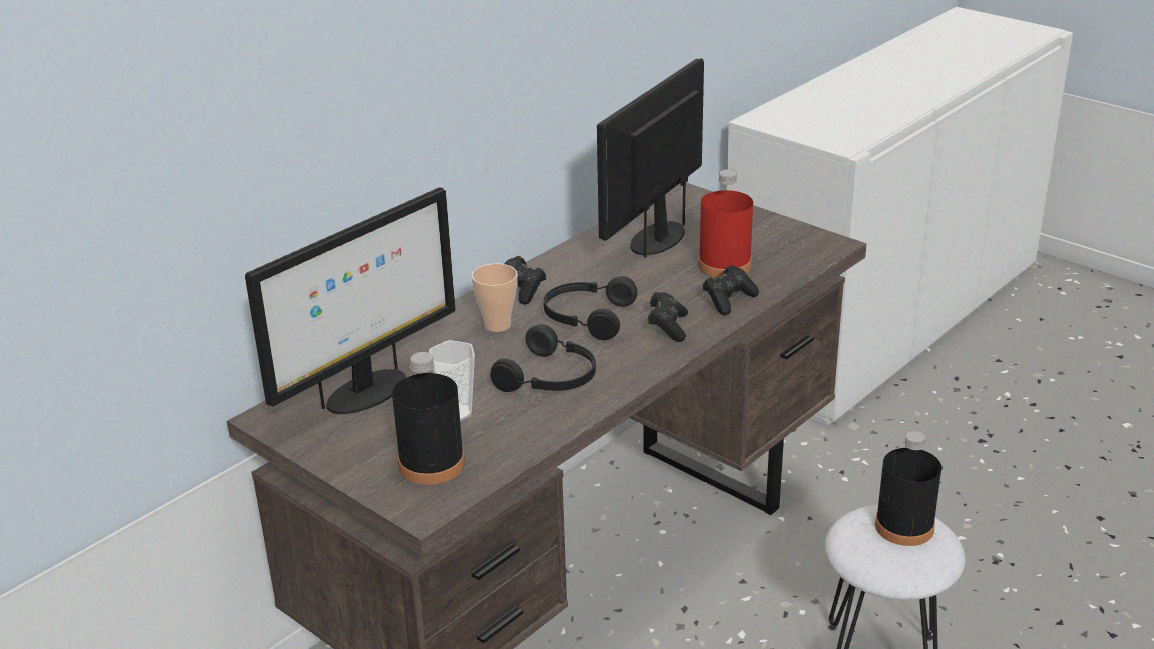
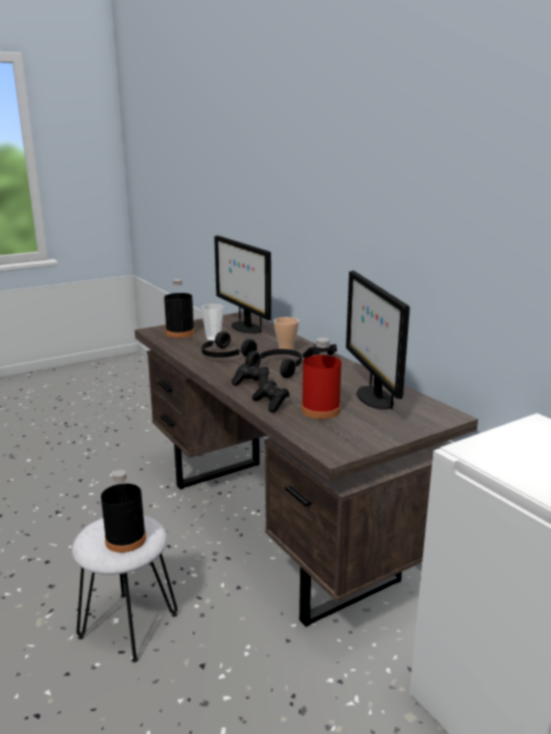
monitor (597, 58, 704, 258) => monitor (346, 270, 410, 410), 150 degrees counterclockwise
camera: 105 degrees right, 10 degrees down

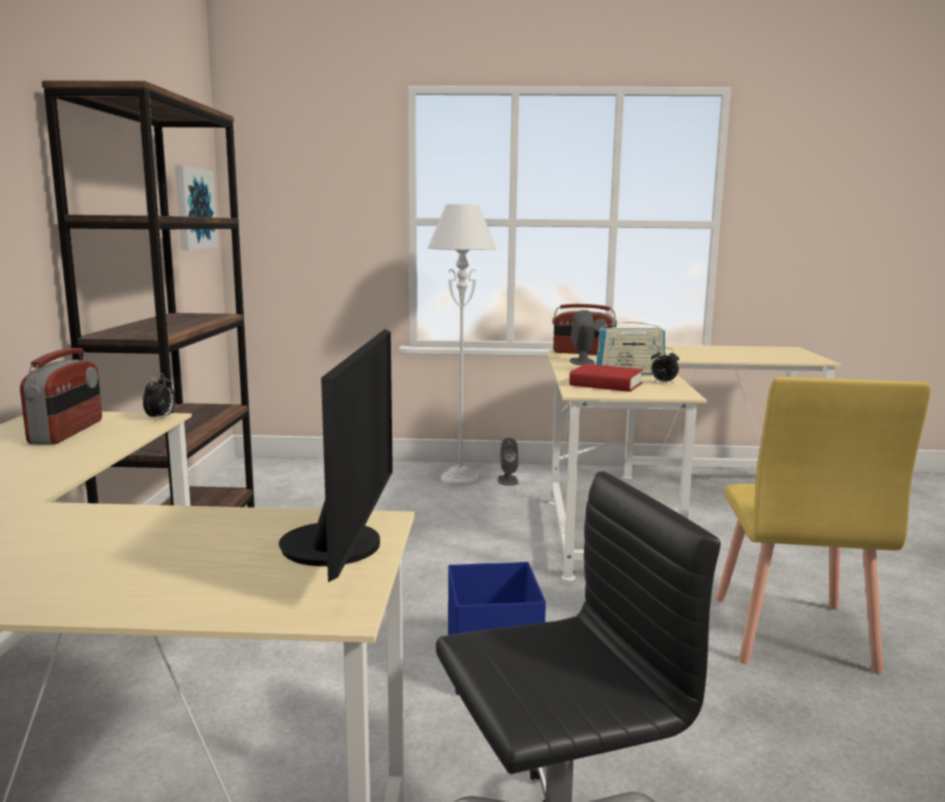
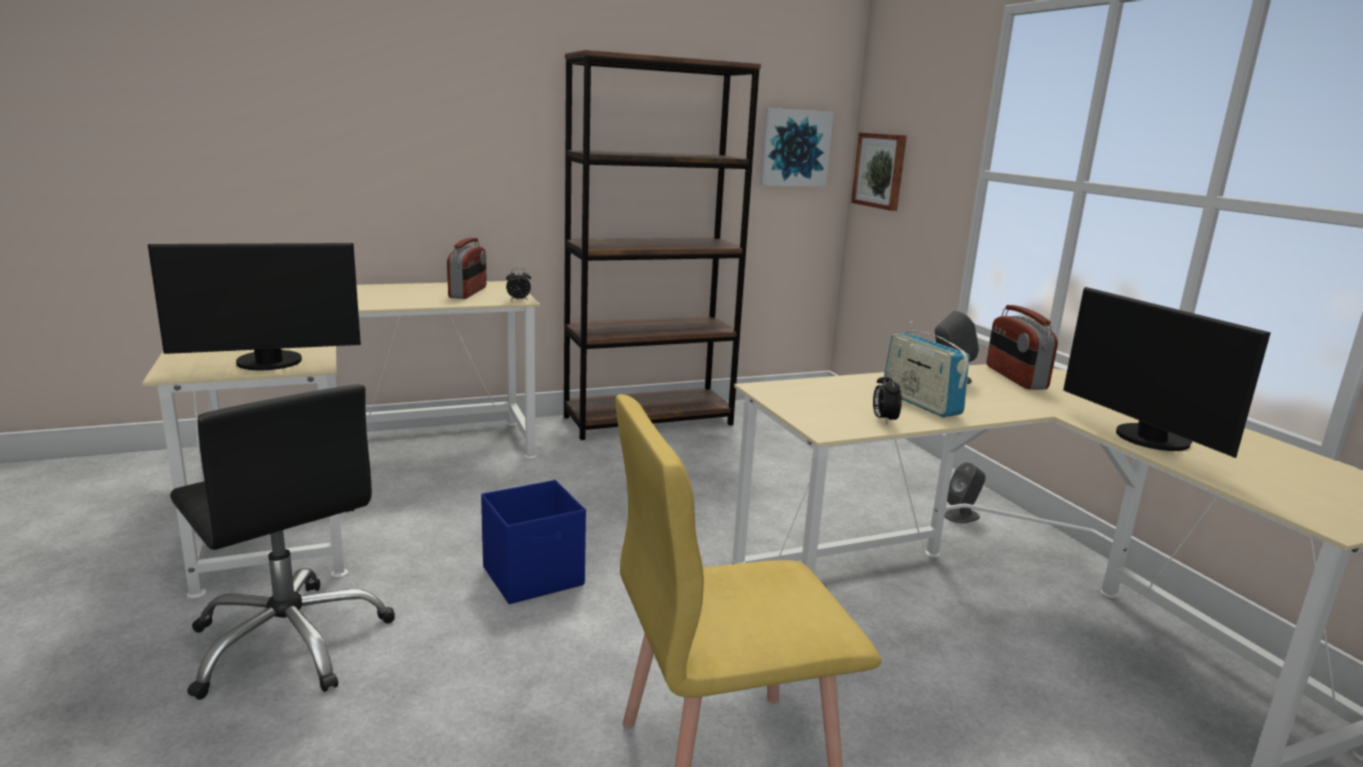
grey_floor_lamp (428, 204, 497, 486) => nothing
radio (20, 348, 102, 444) => radio (447, 238, 487, 299), 60 degrees counterclockwise
red_book (569, 364, 643, 392) => nothing
nothing => picture (851, 132, 907, 211)
nothing => monitor (1063, 287, 1271, 458)
camera: 65 degrees right, 5 degrees up

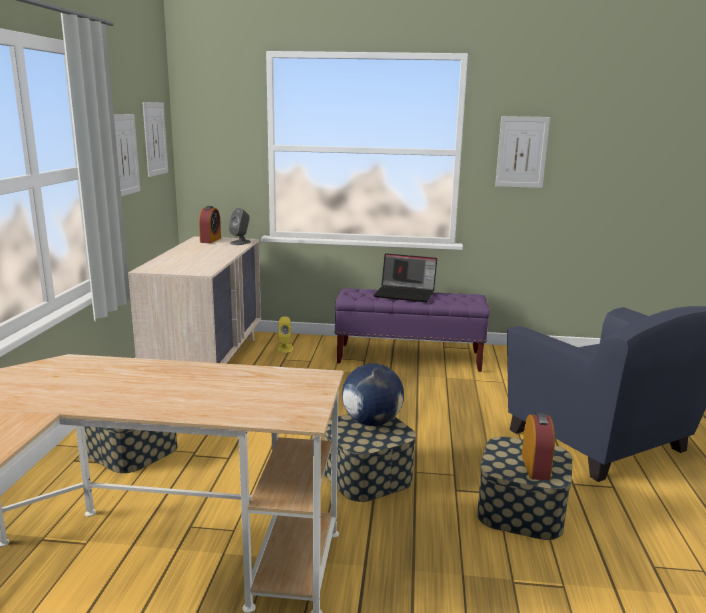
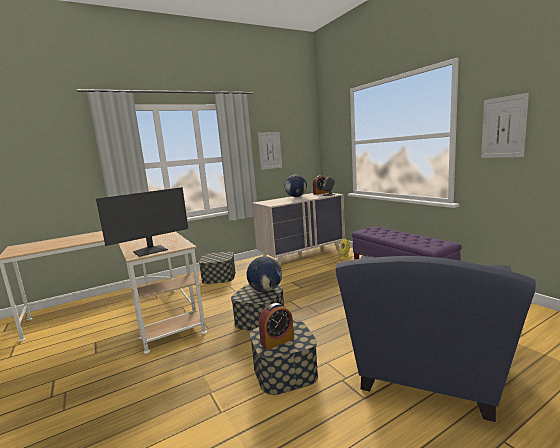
picture (142, 102, 168, 177) => nothing
laptop (373, 253, 437, 302) => nothing
nothing => globe (284, 175, 307, 197)
nothing => monitor (96, 187, 188, 257)
camera: 55 degrees right, 5 degrees down

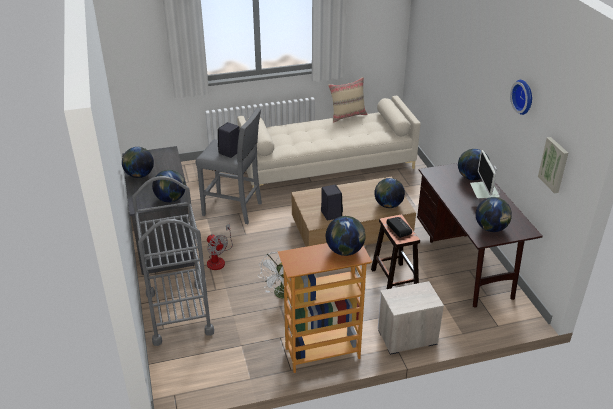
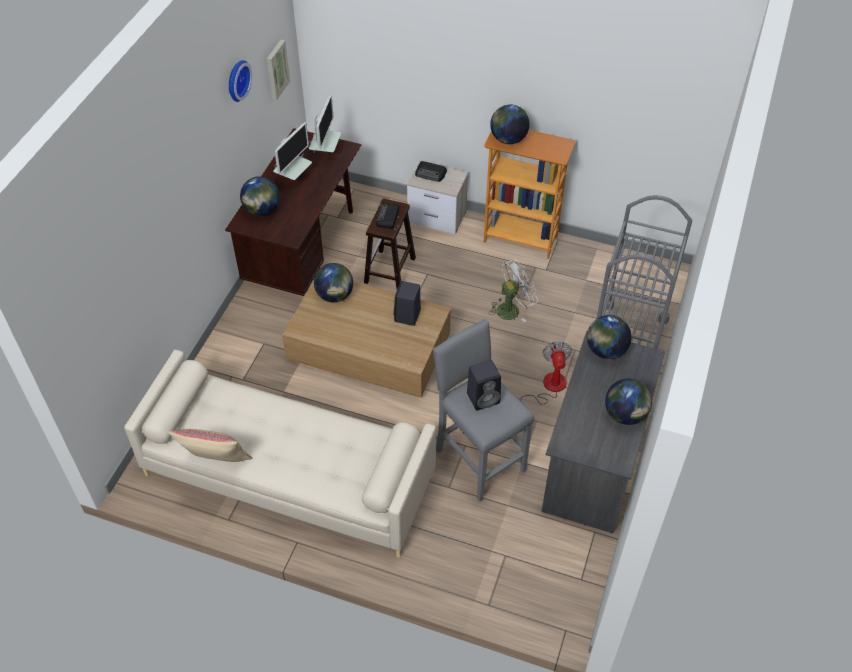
globe (476, 197, 512, 232) => monitor (308, 95, 341, 152)
nothing => radio (415, 161, 447, 182)
camera: 145 degrees left, 15 degrees up

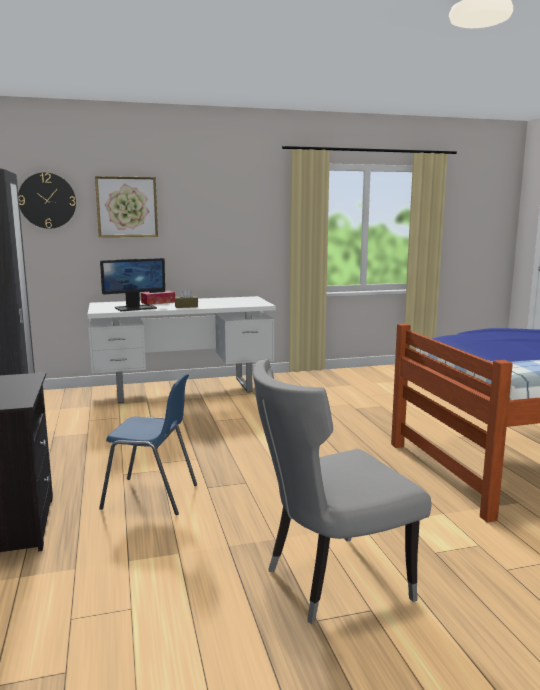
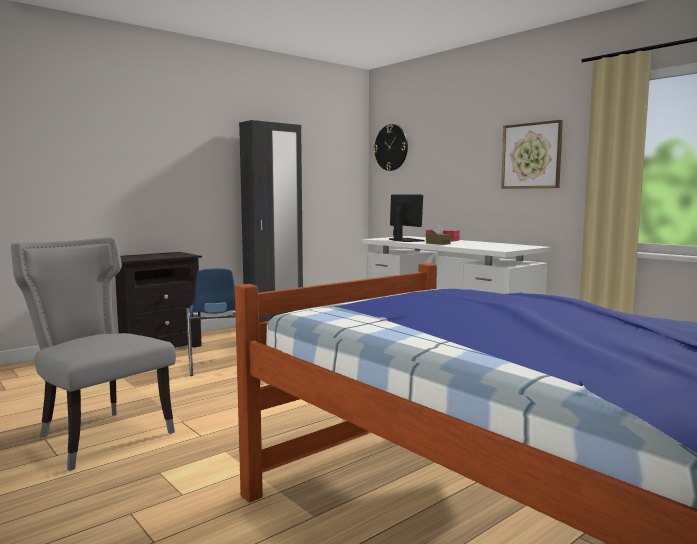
picture (95, 176, 158, 237) => picture (501, 120, 563, 189), relocated
monitor (100, 258, 165, 311) => monitor (389, 194, 424, 242), 150 degrees counterclockwise
camera: 65 degrees right, 5 degrees down

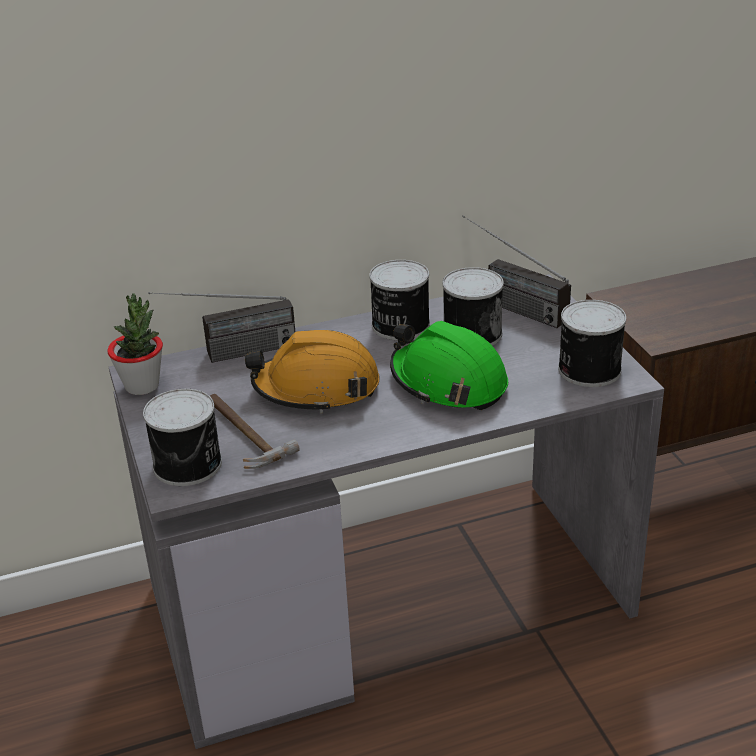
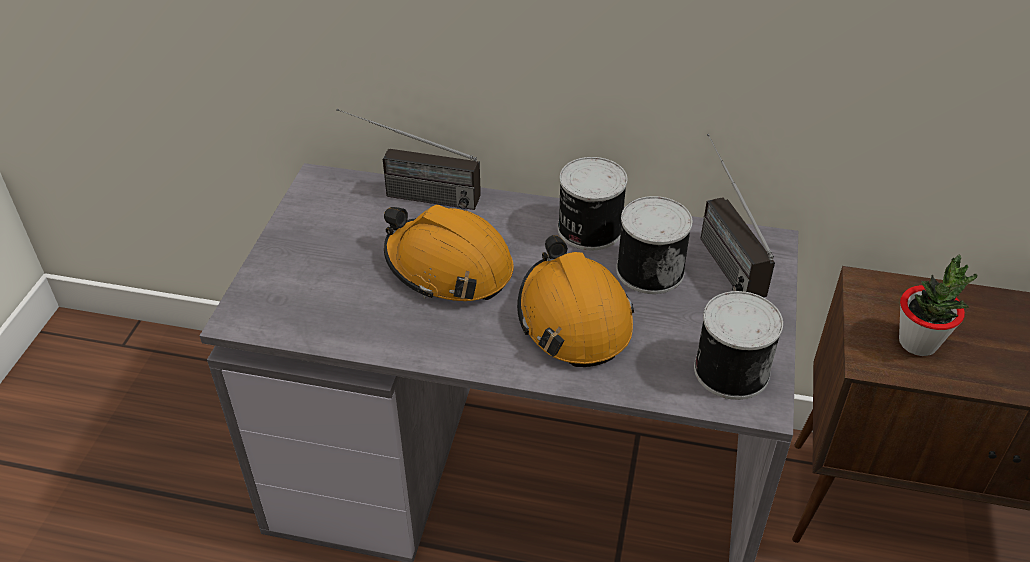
potted_plant (108, 293, 163, 395) => potted_plant (899, 255, 978, 356), relocated
green_hard_hat (390, 321, 508, 410) => orange_hard_hat (517, 235, 634, 367)
can (143, 389, 222, 486) => nothing
hammer (210, 394, 299, 469) => nothing
camera: 30 degrees right, 10 degrees up

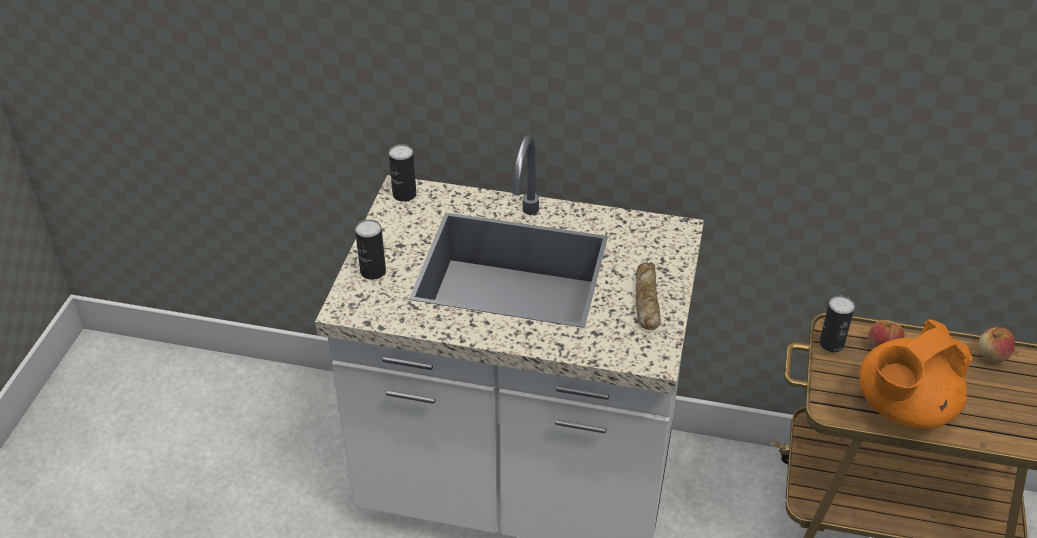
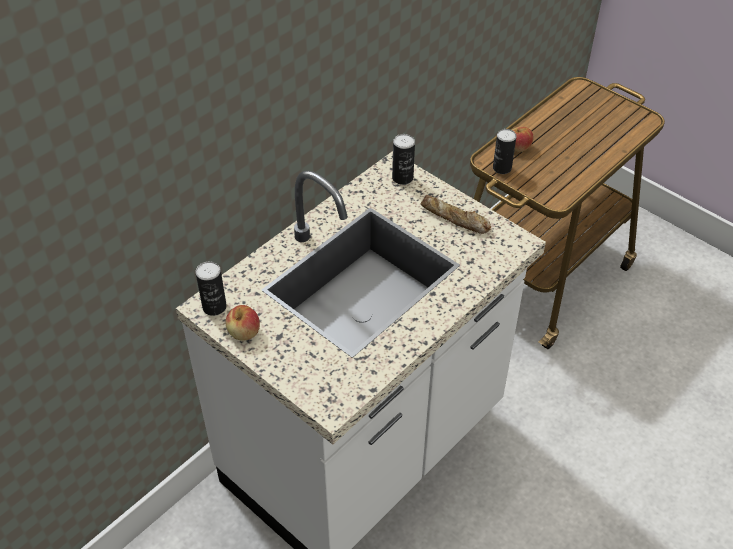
can (355, 219, 386, 280) => can (392, 134, 415, 185), relocated
orange_teapot (859, 319, 972, 429) => nothing
apple (979, 327, 1015, 363) => apple (225, 305, 260, 341), relocated
camera: 60 degrees left, 5 degrees up

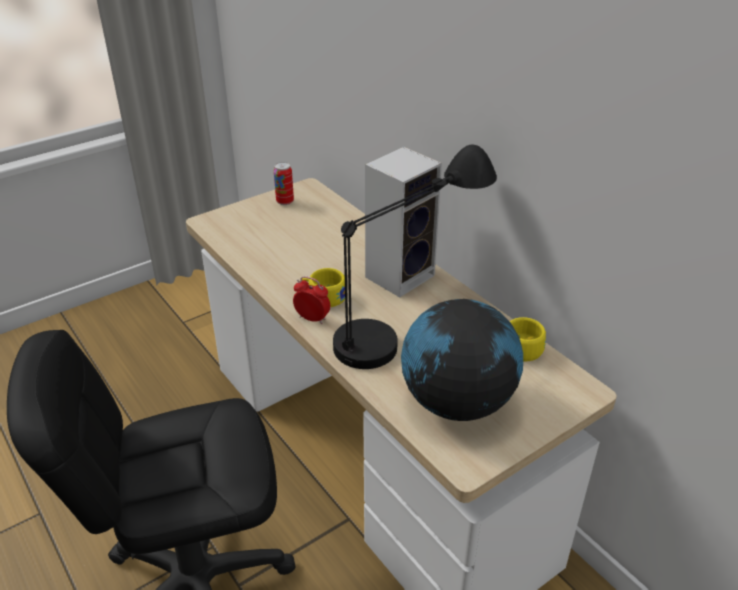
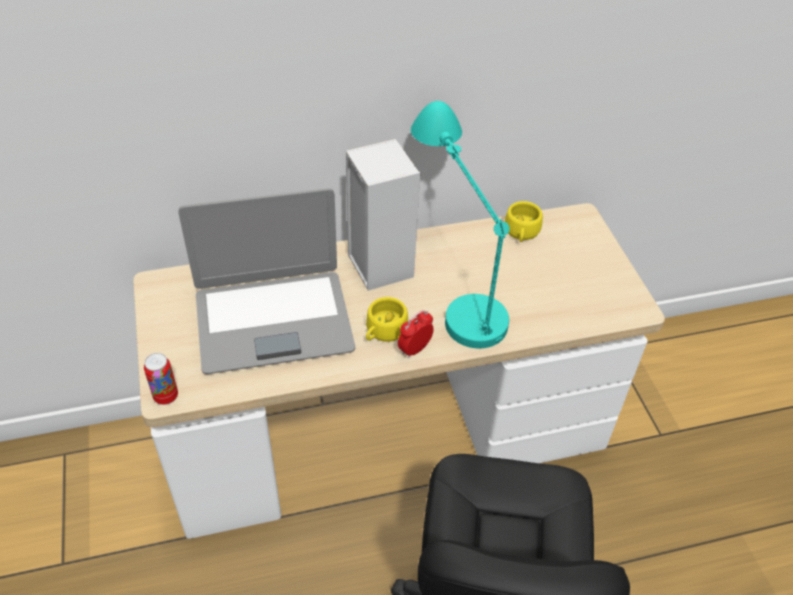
black_table_lamp (333, 144, 497, 369) => turquoise_table_lamp (411, 101, 510, 348)
can (274, 162, 294, 205) => can (144, 353, 178, 405), relocated
globe (401, 299, 523, 421) => nothing
nothing => laptop (178, 188, 355, 374)
camera: 70 degrees left, 10 degrees up

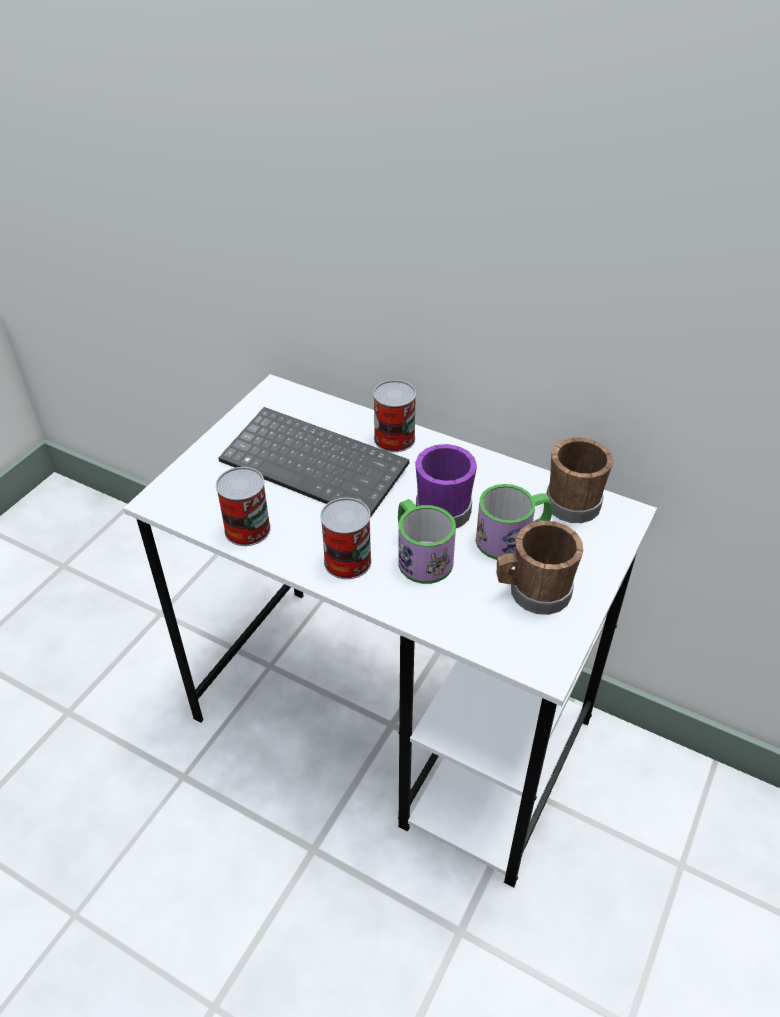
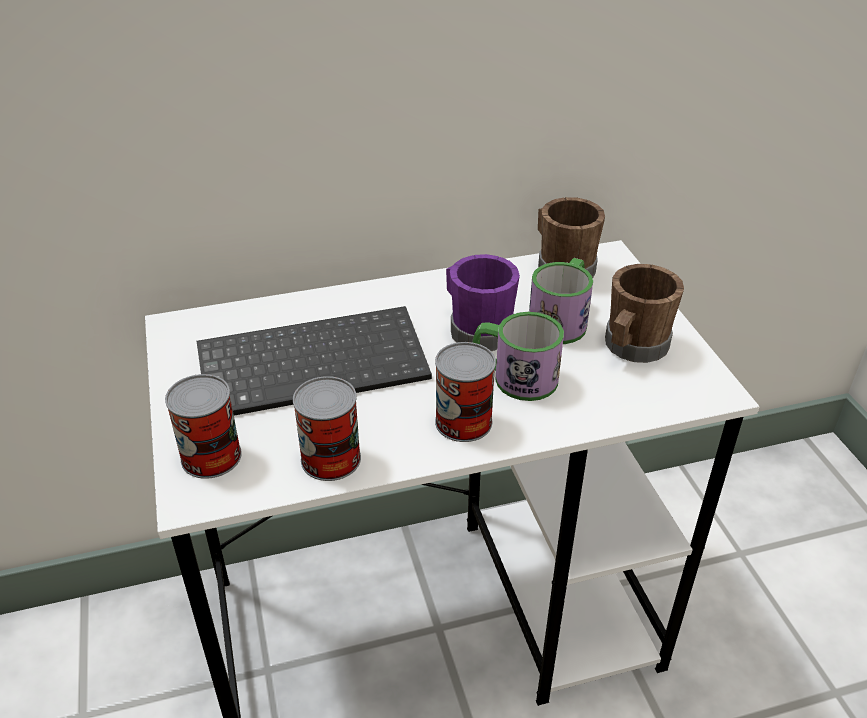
can (373, 380, 416, 452) => can (165, 374, 242, 479), relocated
camera: 45 degrees left, 5 degrees down

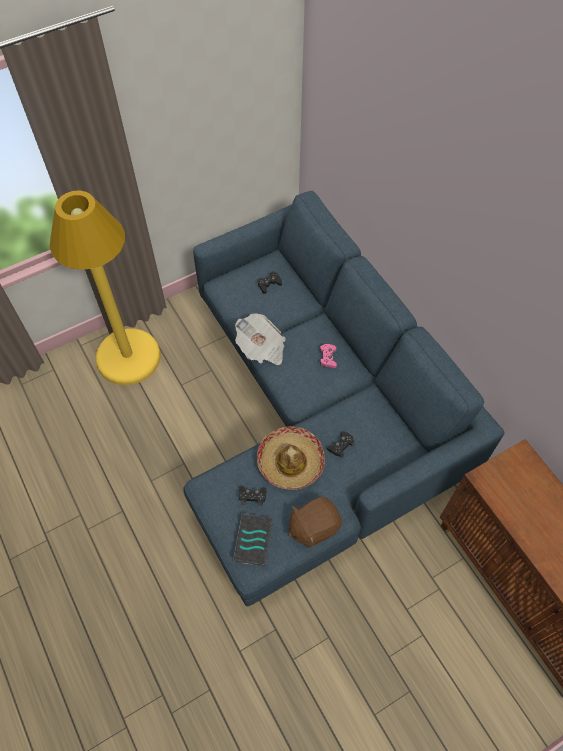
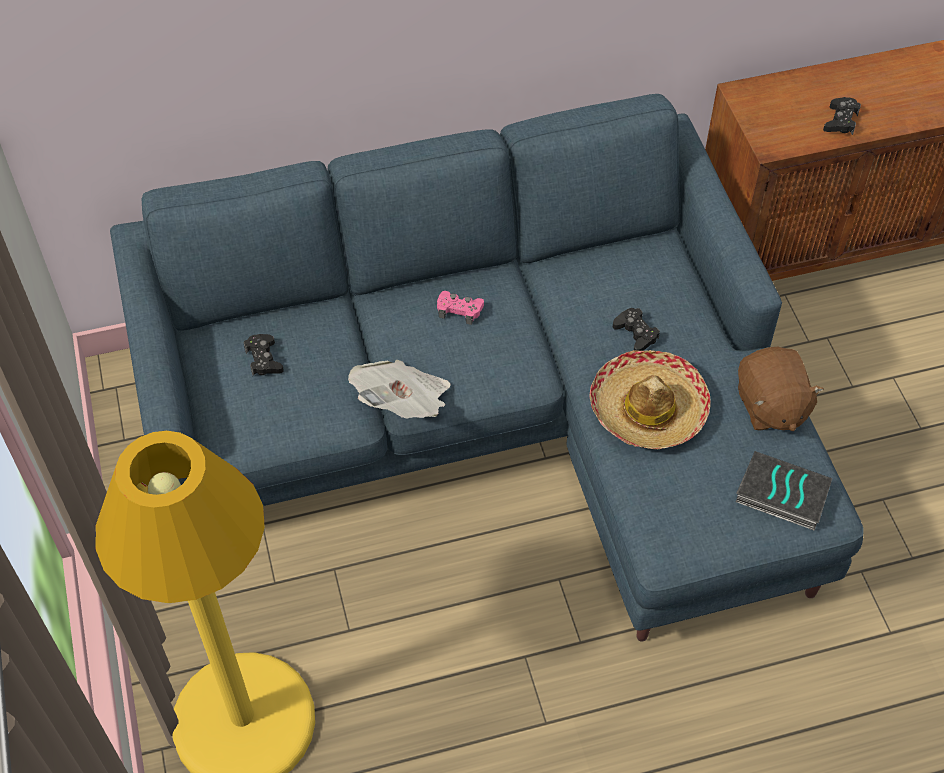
black_game_controller (239, 486, 267, 506) => black_game_controller (823, 97, 861, 135), relocated
camera: 75 degrees left, 5 degrees down

